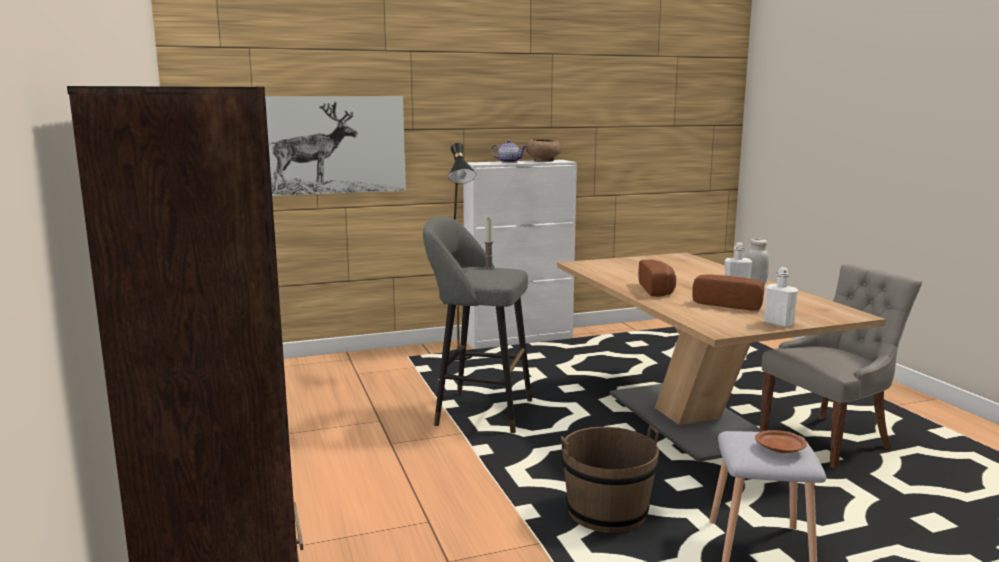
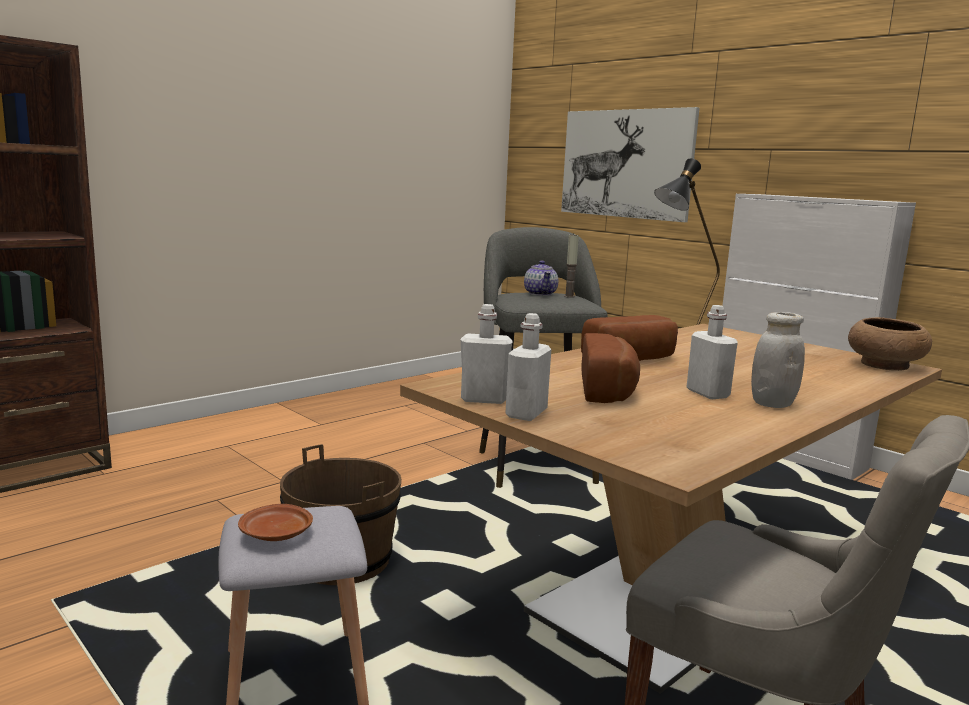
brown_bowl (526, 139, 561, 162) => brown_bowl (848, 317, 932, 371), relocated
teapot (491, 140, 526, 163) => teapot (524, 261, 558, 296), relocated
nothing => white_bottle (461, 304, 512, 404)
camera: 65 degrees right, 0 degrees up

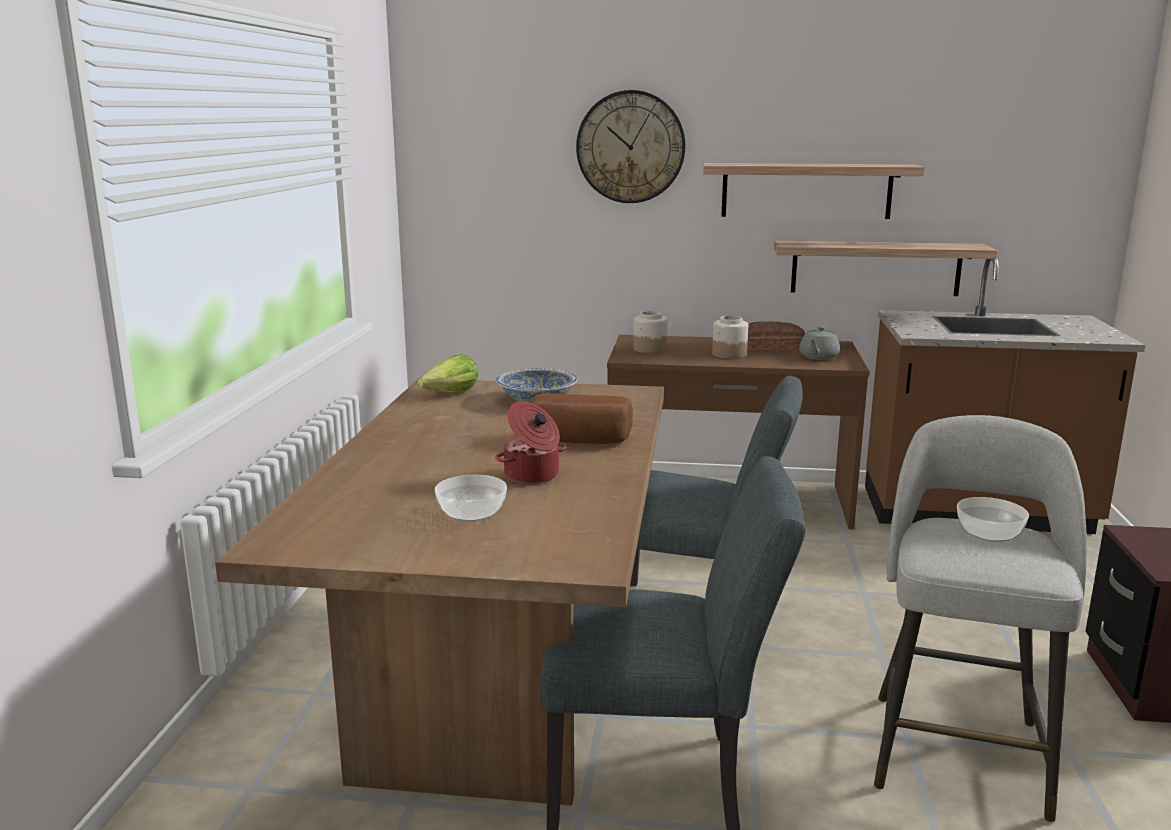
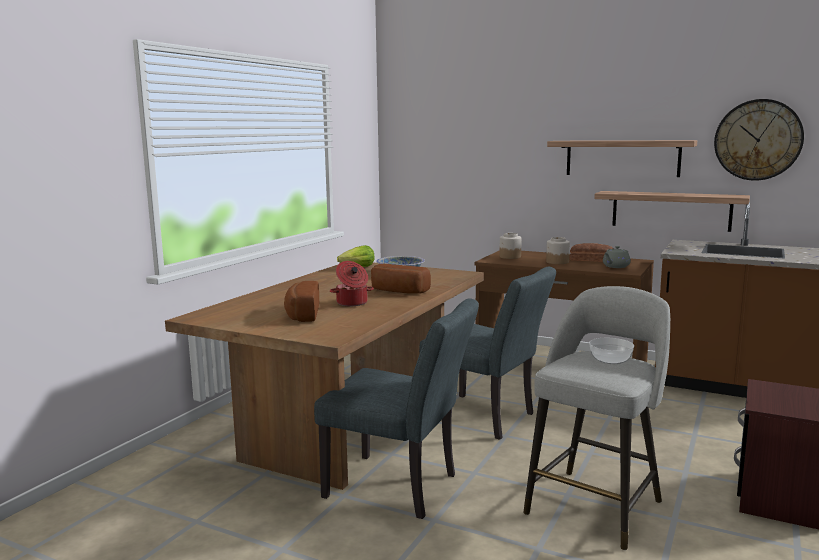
wall_clock (576, 90, 685, 203) => wall_clock (714, 99, 804, 181), relocated
bowl (435, 475, 507, 522) => bread (284, 281, 319, 322)
camera: 20 degrees right, 5 degrees down

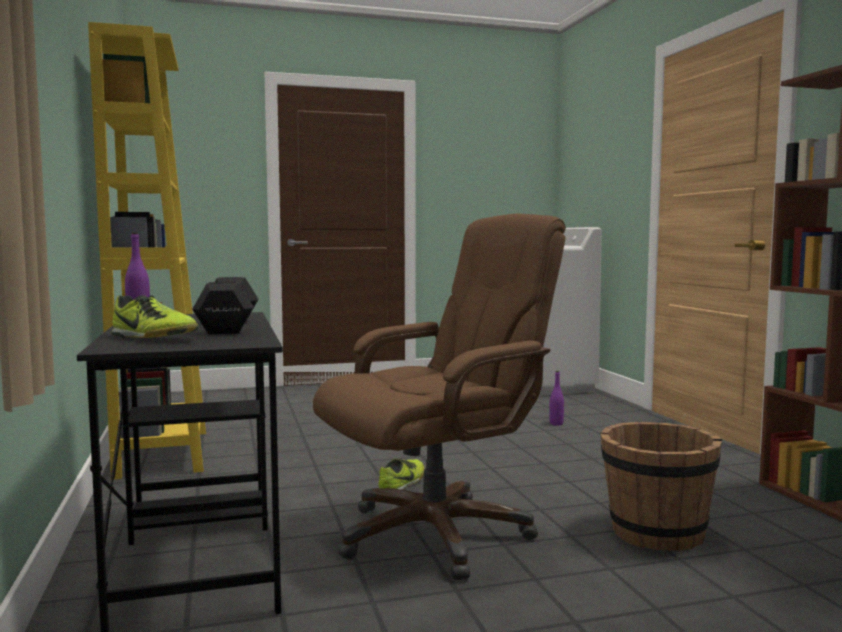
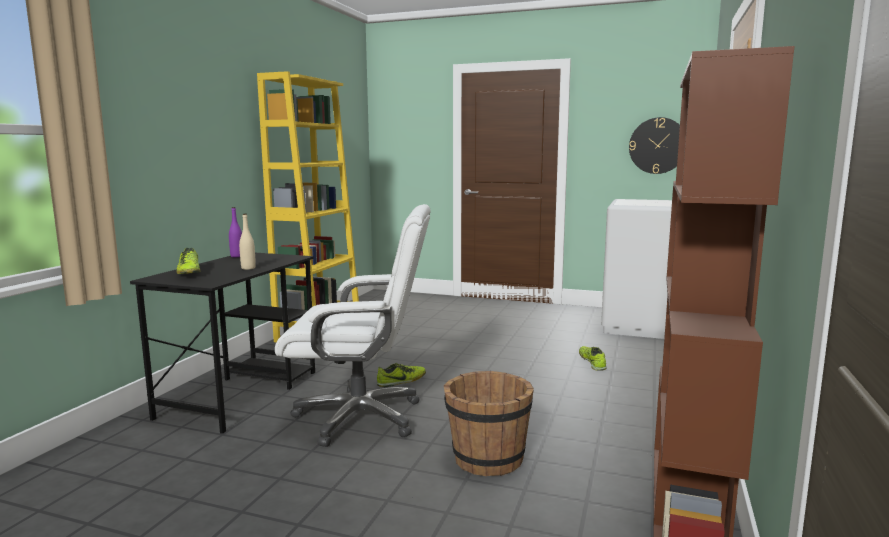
brown_office_chair (313, 214, 566, 580) => white_office_chair (275, 204, 431, 447)
black_dumbbell (192, 277, 258, 334) => beige_bottle (239, 213, 256, 270)
purple_bottle (549, 371, 564, 426) => shoe (579, 346, 607, 371)
nothing => wall_clock (629, 117, 680, 174)
camera: 35 degrees right, 5 degrees up

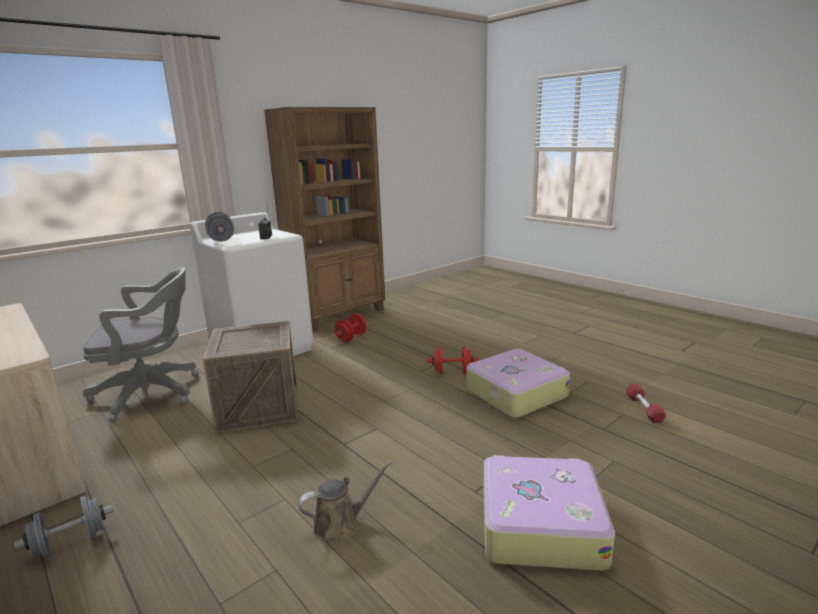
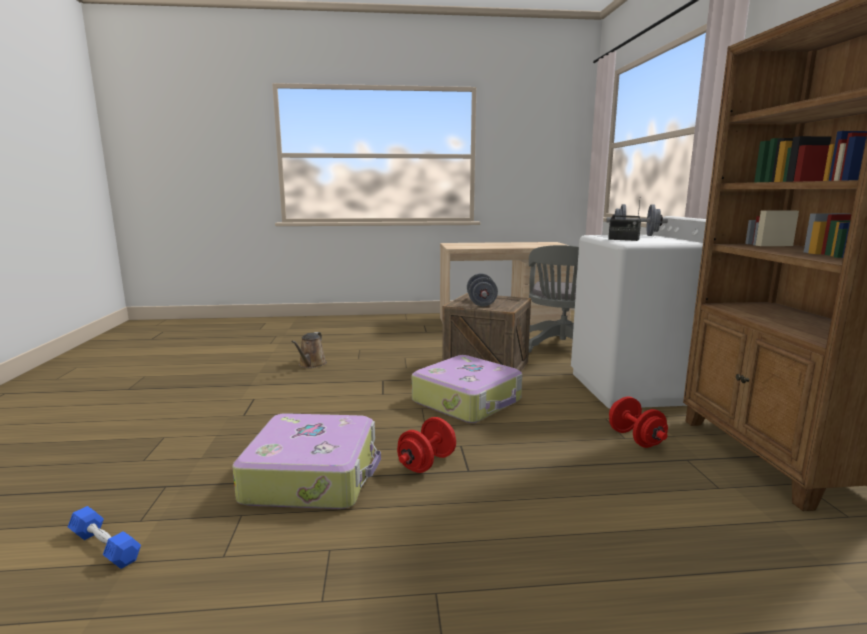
red_dumbbell (626, 383, 666, 423) => blue_dumbbell (68, 506, 141, 569)
suitcase (484, 455, 615, 571) => suitcase (412, 355, 522, 423), relocated
grey_dumbbell (14, 495, 113, 559) => grey_dumbbell (467, 273, 498, 306), relocated
camera: 125 degrees right, 5 degrees down

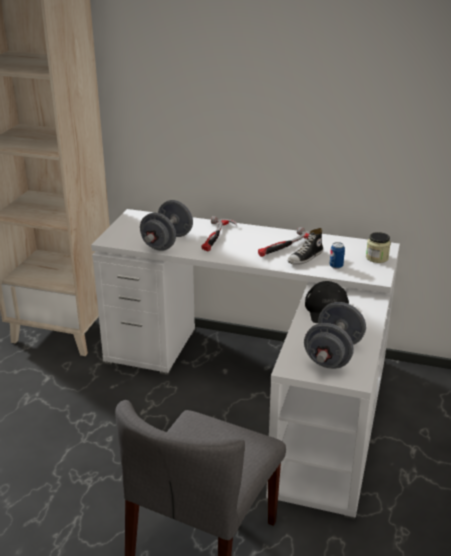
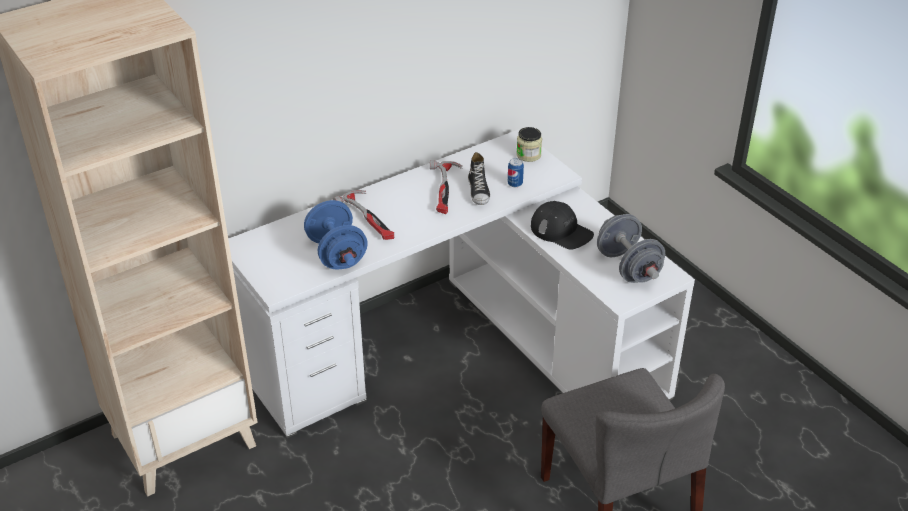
grey_dumbbell (140, 200, 193, 251) => blue_dumbbell (304, 200, 368, 270)
camera: 50 degrees left, 10 degrees up

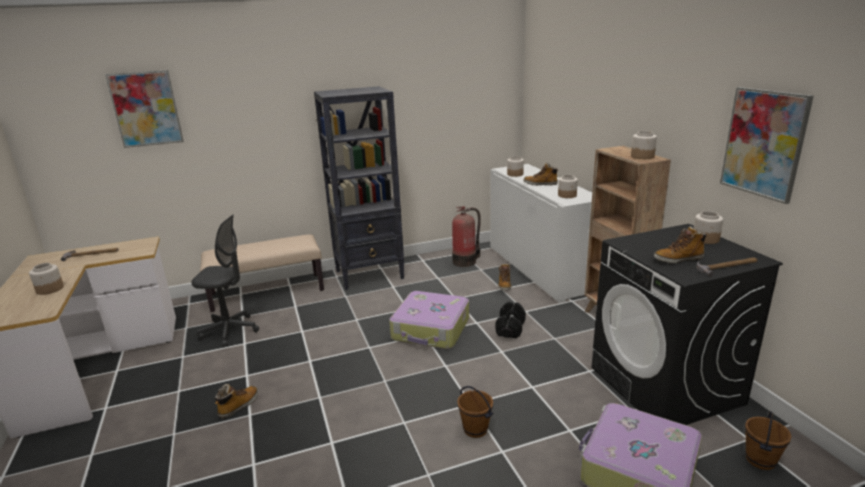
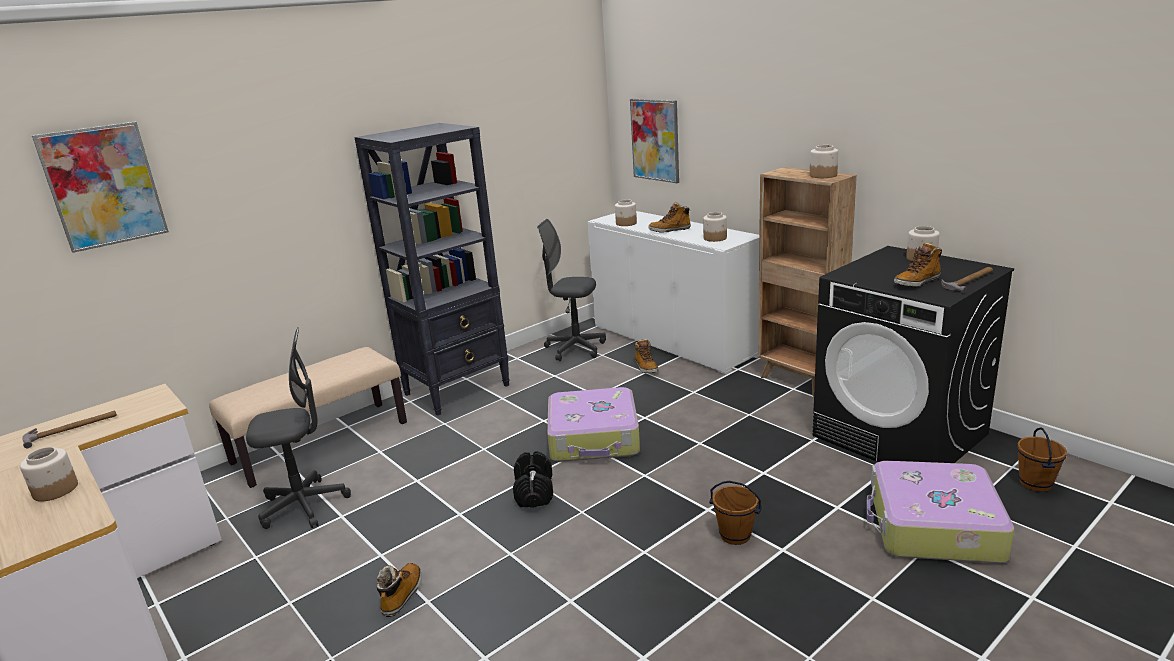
picture (720, 87, 814, 204) => picture (630, 99, 679, 183), relocated
fire_extinguisher (452, 206, 481, 267) => grey_office_chair (537, 219, 606, 361)
black_dumbbell (495, 302, 526, 338) => black_dumbbell (513, 451, 553, 508), relocated
camera: 20 degrees left, 0 degrees up

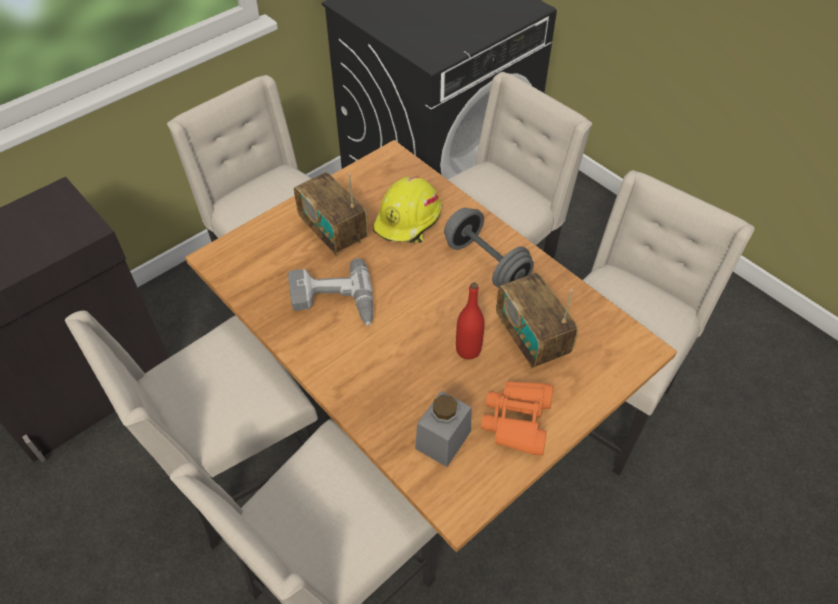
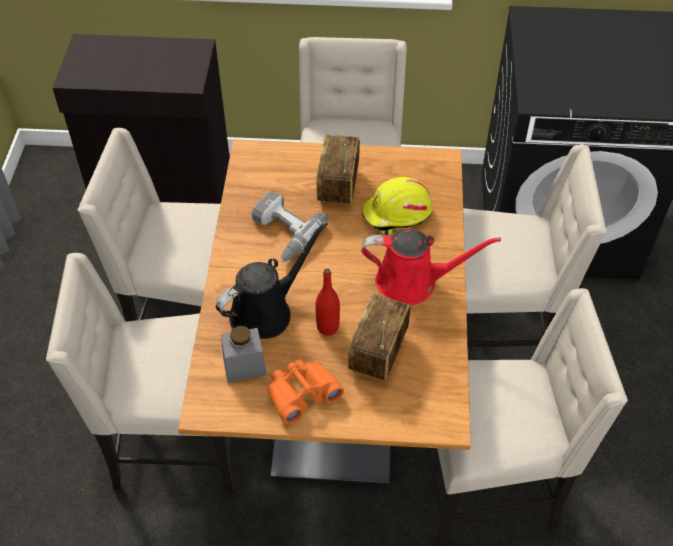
grey_dumbbell (444, 208, 534, 288) => red_watering_can (361, 229, 501, 305)
nothing => black_watering_can (216, 222, 328, 339)
camera: 45 degrees right, 0 degrees up

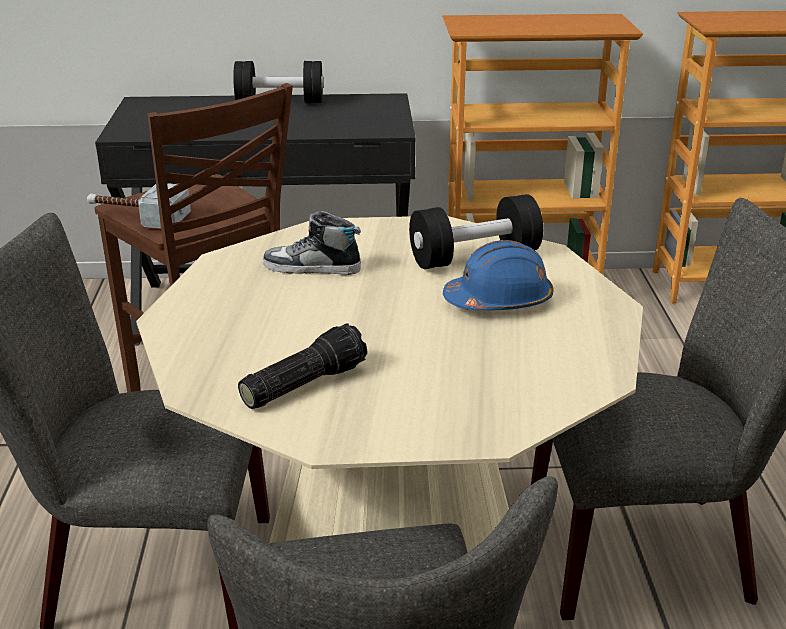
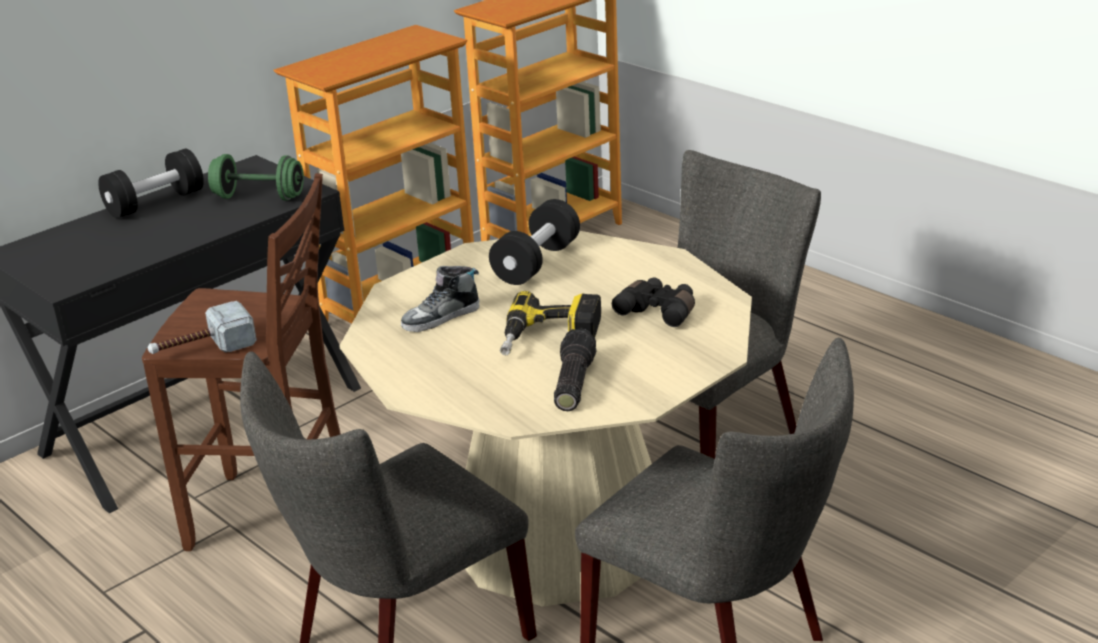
blue_hard_hat (443, 240, 553, 310) => nothing
nothing => green_dumbbell (208, 154, 304, 200)
nothing => black_binoculars (612, 277, 695, 327)
nothing => power_drill (500, 291, 601, 355)
camera: 40 degrees left, 0 degrees up

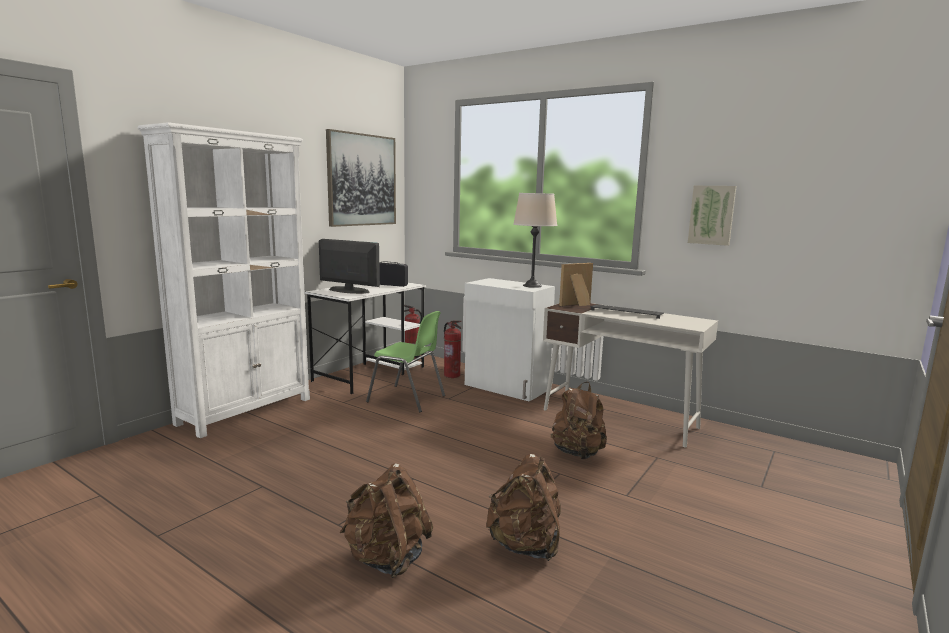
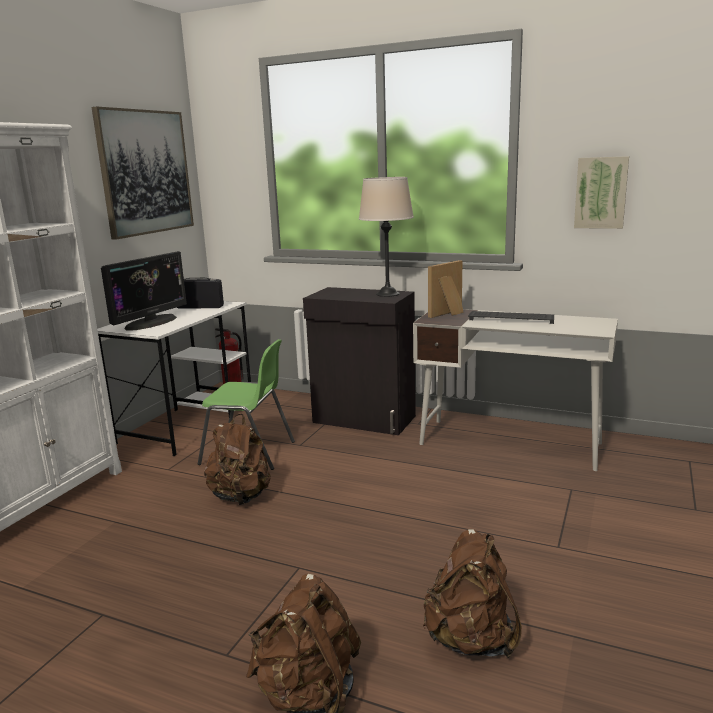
monitor (319, 239, 380, 294) => monitor (101, 251, 187, 331), 105 degrees clockwise
white_cabinet (464, 278, 555, 402) => black_cabinet (303, 287, 416, 435)
fire_extinguisher (444, 320, 461, 378) => nothing
brown_backpack (551, 382, 607, 459) => brown_backpack (204, 414, 271, 505), relocated
camera: 10 degrees left, 5 degrees up

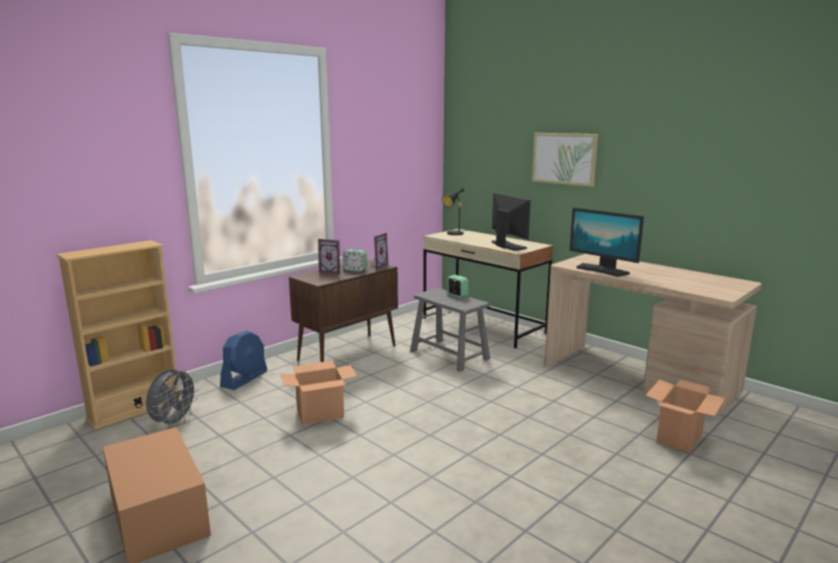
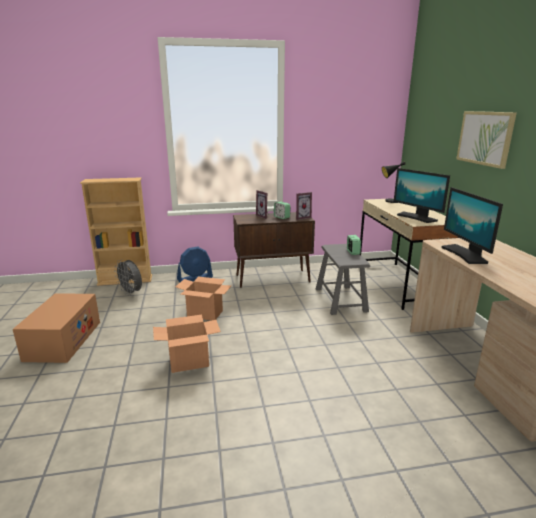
monitor (492, 192, 531, 251) => monitor (394, 168, 450, 223), 135 degrees clockwise
grey_fan (146, 367, 199, 428) => grey_fan (114, 260, 142, 296), 75 degrees clockwise
cardboard_box (646, 380, 726, 453) => cardboard_box (153, 315, 221, 373), relocated
camera: 35 degrees right, 5 degrees up

